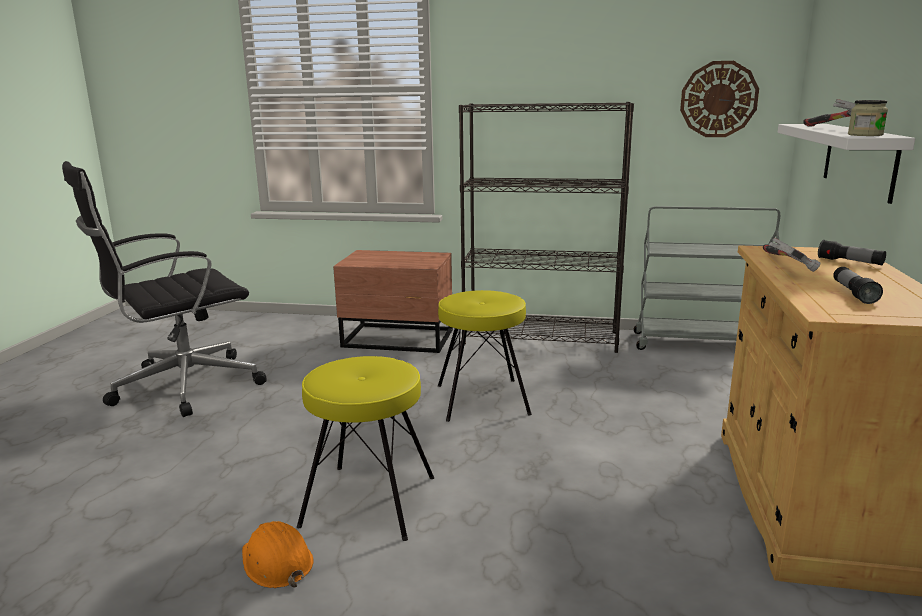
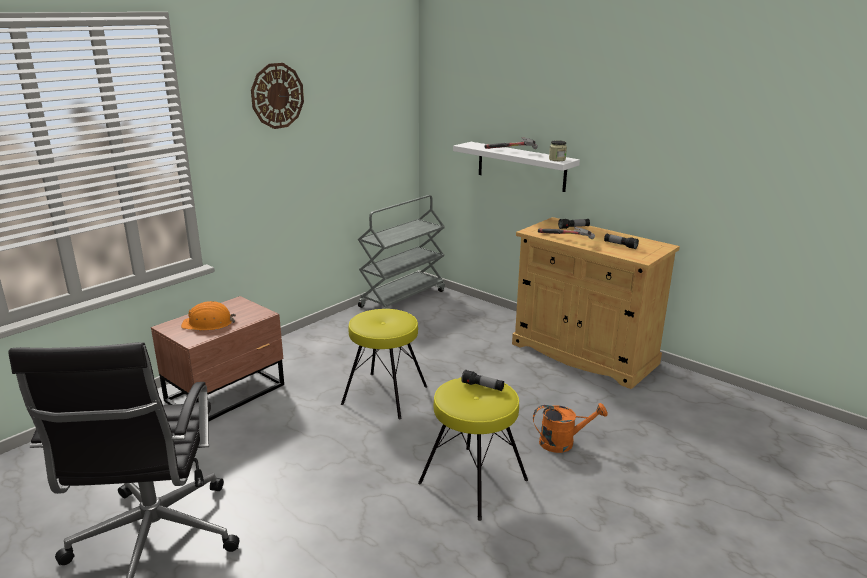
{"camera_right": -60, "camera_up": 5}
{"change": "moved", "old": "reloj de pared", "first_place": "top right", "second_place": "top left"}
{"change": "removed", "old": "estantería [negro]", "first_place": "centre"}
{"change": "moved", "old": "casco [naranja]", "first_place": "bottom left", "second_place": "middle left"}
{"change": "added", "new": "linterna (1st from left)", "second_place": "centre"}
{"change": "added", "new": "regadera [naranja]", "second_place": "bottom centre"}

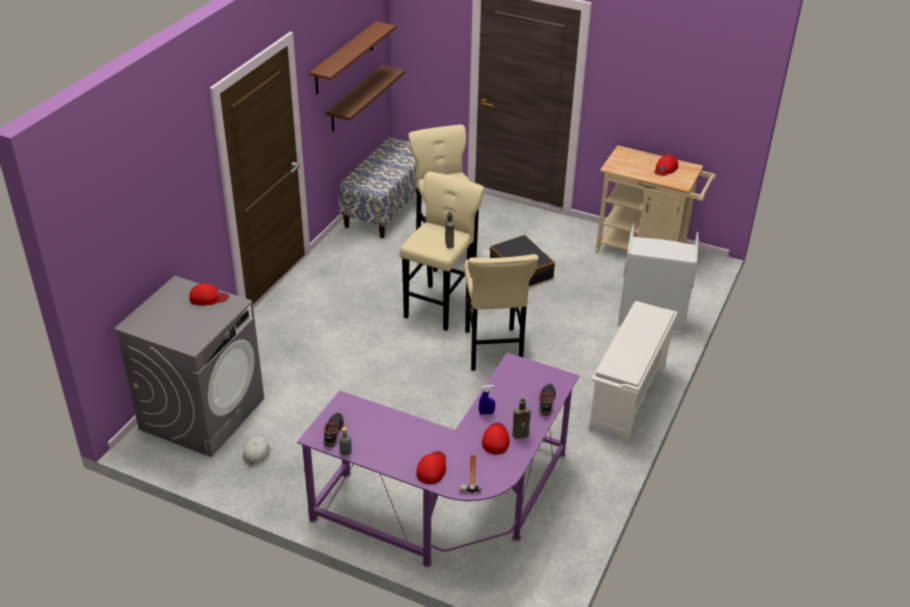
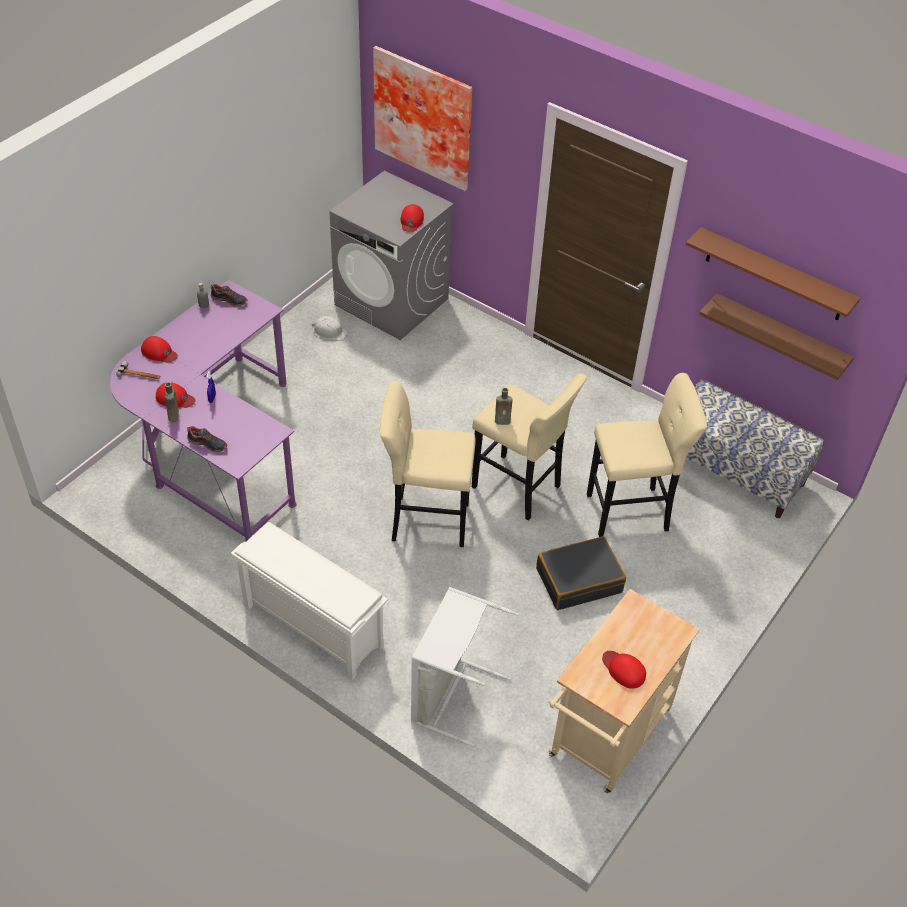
{"camera_right": 100, "camera_up": 10}
{"change": "added", "new": "cuadro", "second_place": "top centre"}

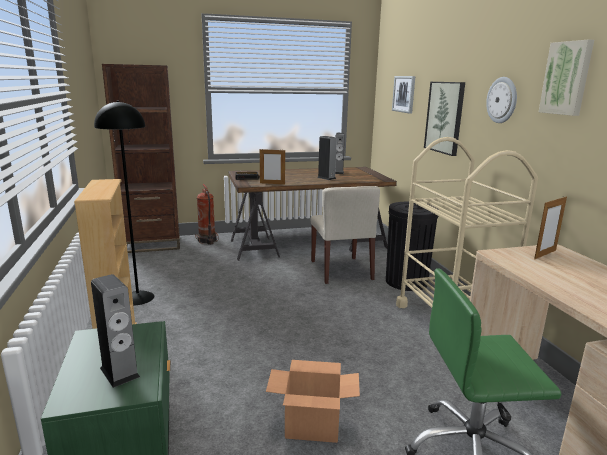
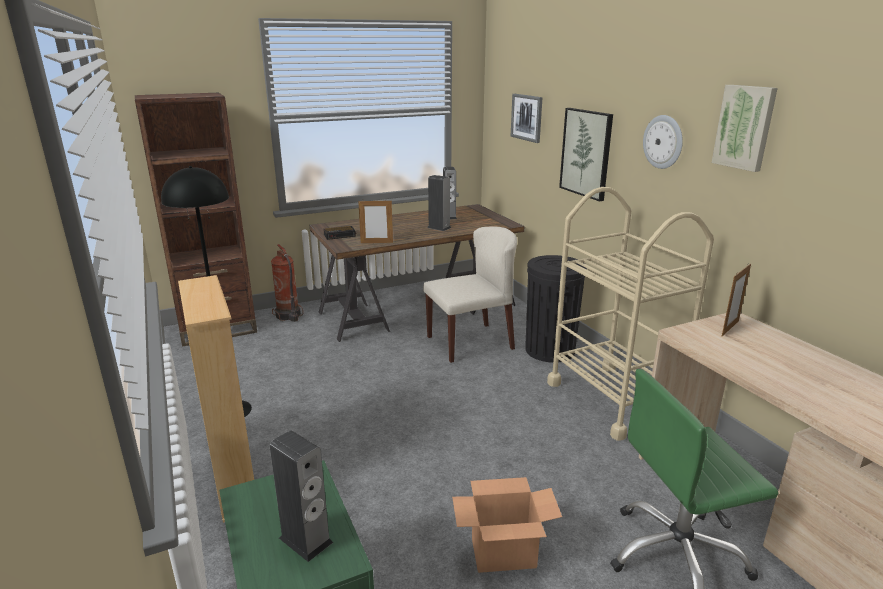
{"camera_right": -10, "camera_up": 5}
{"change": "turned", "old": "silla [beis]", "first_place": "centre", "second_place": "centre", "degrees": -90}

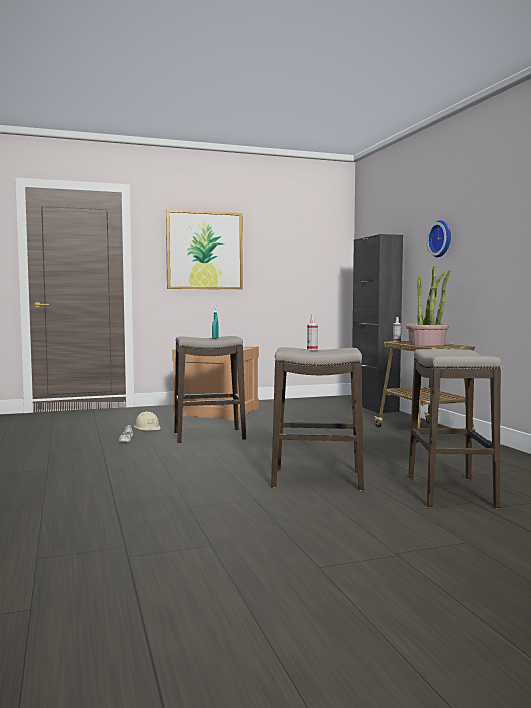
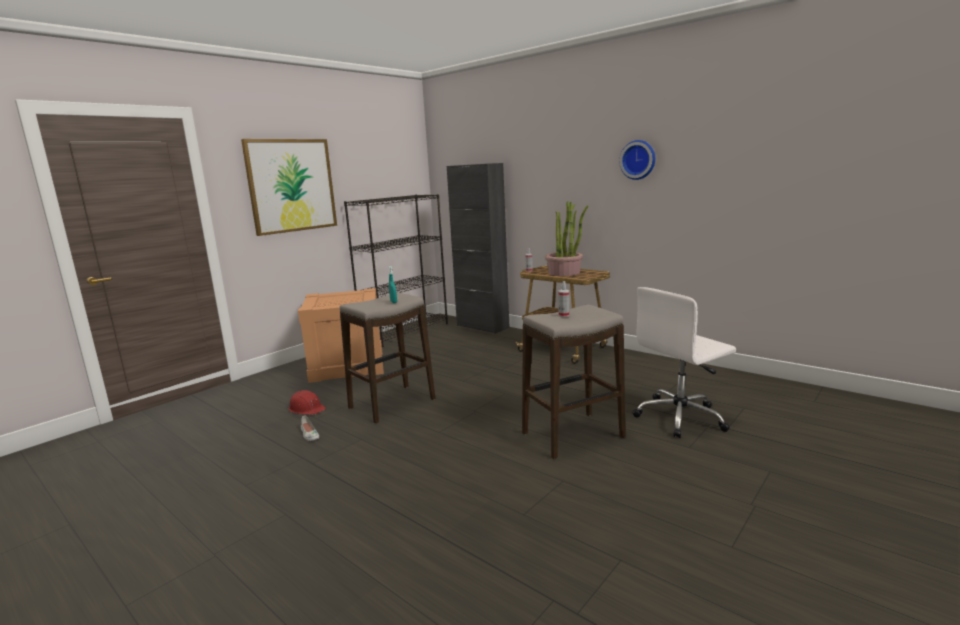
{"camera_right": -30, "camera_up": 10}
{"change": "moved", "old": "reloj de pared", "first_place": "middle right", "second_place": "top centre"}
{"change": "replaced", "old": "taburete (3rd from left)", "new": "silla de oficina [blanco]", "first_place": "middle right", "second_place": "middle right"}
{"change": "recoloured", "old": "casco [beis]", "new": "casco [rojo]", "first_place": "middle left", "second_place": "middle left"}
{"change": "added", "new": "estantería [negro]", "second_place": "centre"}

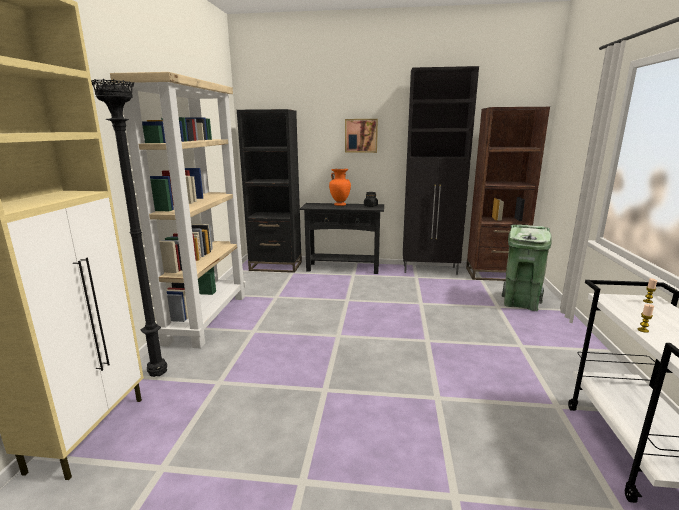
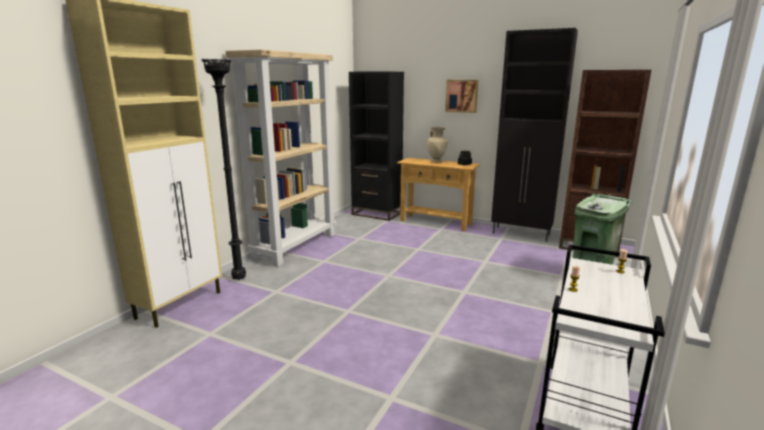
{"camera_right": 20, "camera_up": 0}
{"change": "recoloured", "old": "florero [naranja]", "new": "florero [beis]", "first_place": "centre", "second_place": "centre"}
{"change": "recoloured", "old": "mesa consola [negro]", "new": "mesa consola [beis]", "first_place": "centre", "second_place": "centre"}

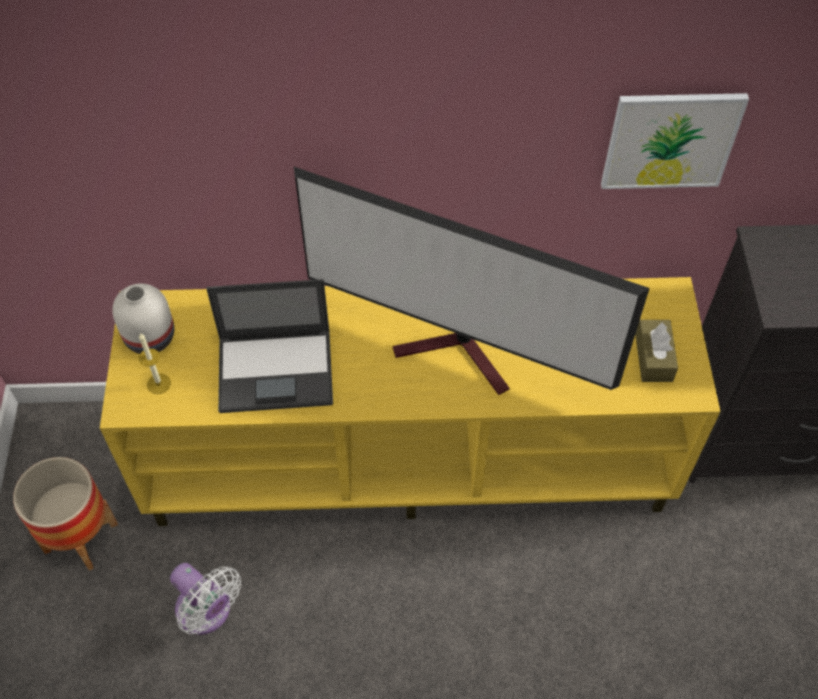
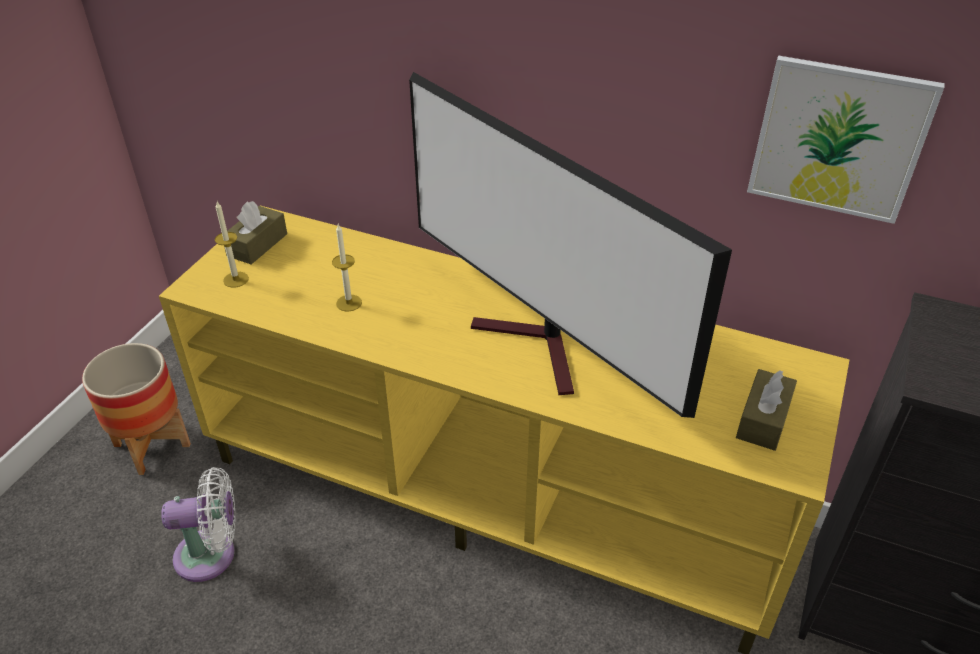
{"camera_right": 25, "camera_up": -15}
{"change": "replaced", "old": "portátil", "new": "vela (2nd from left)", "first_place": "middle left", "second_place": "centre"}
{"change": "replaced", "old": "florero [blanco]", "new": "caja de pañuelos [marrón] (1st from left)", "first_place": "middle left", "second_place": "middle left"}
{"change": "turned", "old": "ventilador [blanco]", "first_place": "bottom left", "second_place": "bottom left", "degrees": -75}

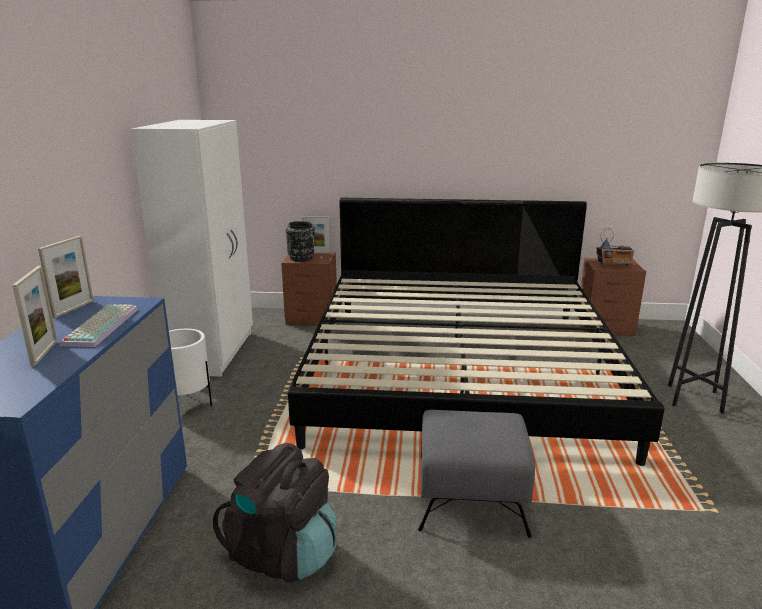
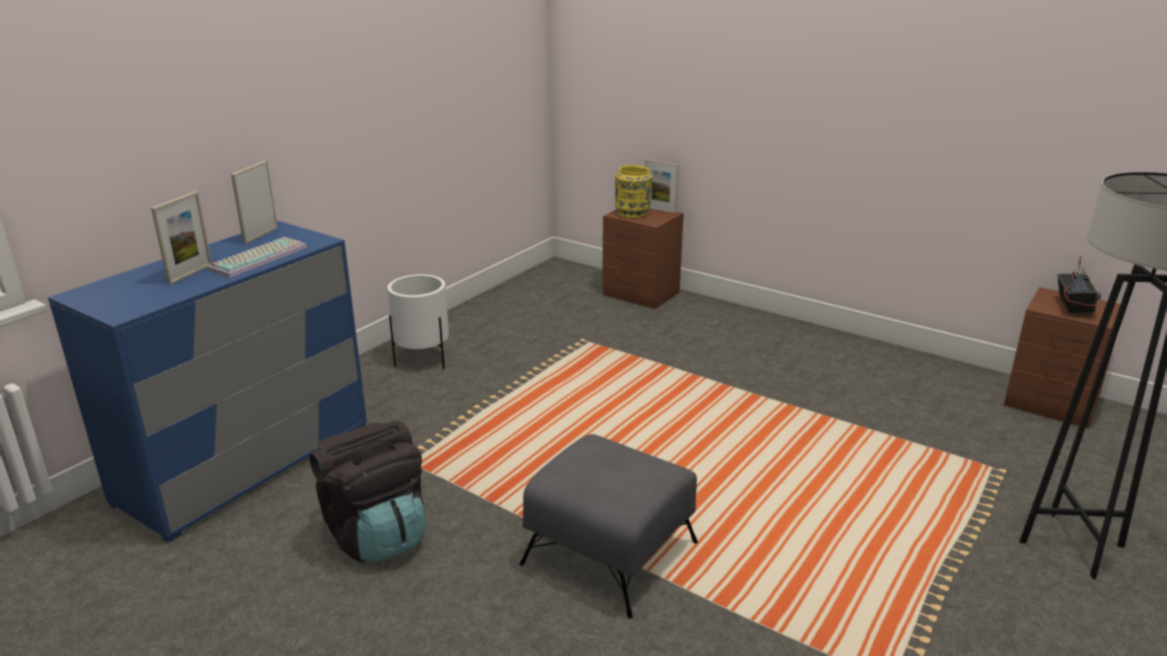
{"camera_right": 30, "camera_up": 5}
{"change": "removed", "old": "armario ropero [blanco]", "first_place": "middle left"}
{"change": "removed", "old": "cama", "first_place": "centre"}
{"change": "recoloured", "old": "florero [negro]", "new": "florero [amarillo]", "first_place": "centre", "second_place": "top centre"}
{"change": "turned", "old": "radio", "first_place": "middle right", "second_place": "middle right", "degrees": -105}
{"change": "turned", "old": "portarretratos (2nd from left)", "first_place": "middle left", "second_place": "top left", "degrees": 150}

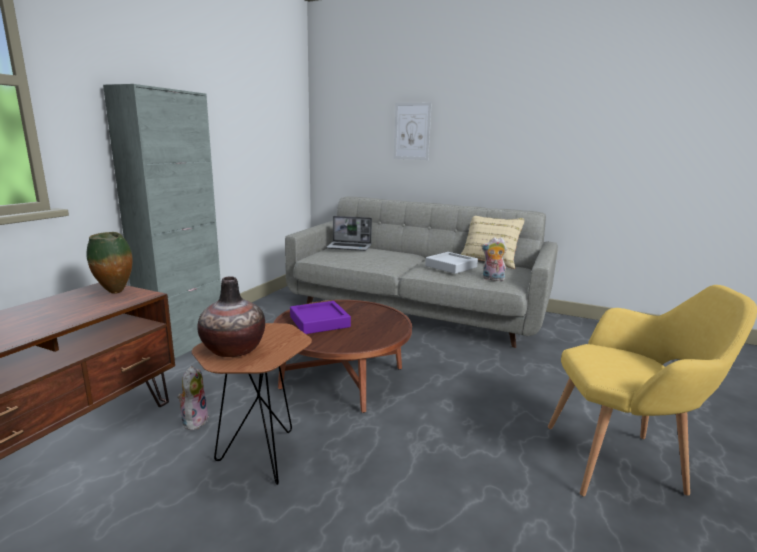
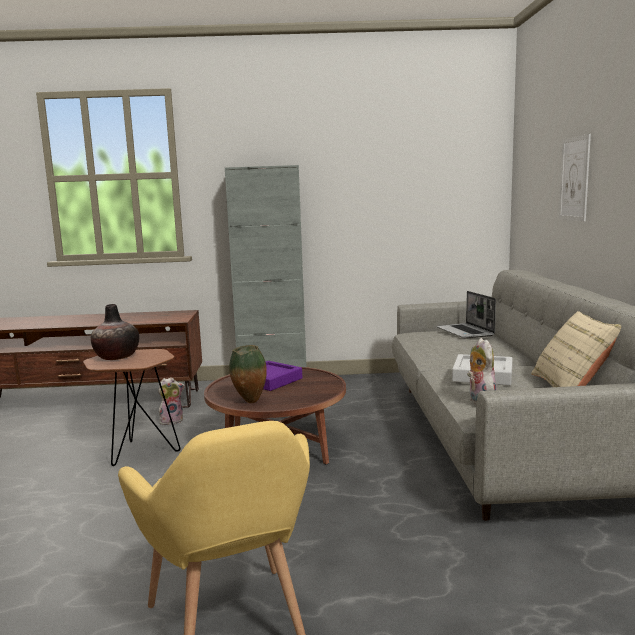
{"camera_right": 65, "camera_up": -5}
{"change": "moved", "old": "florero (1st from left in the first image)", "new": "florero (2nd from left)", "first_place": "middle left", "second_place": "centre"}

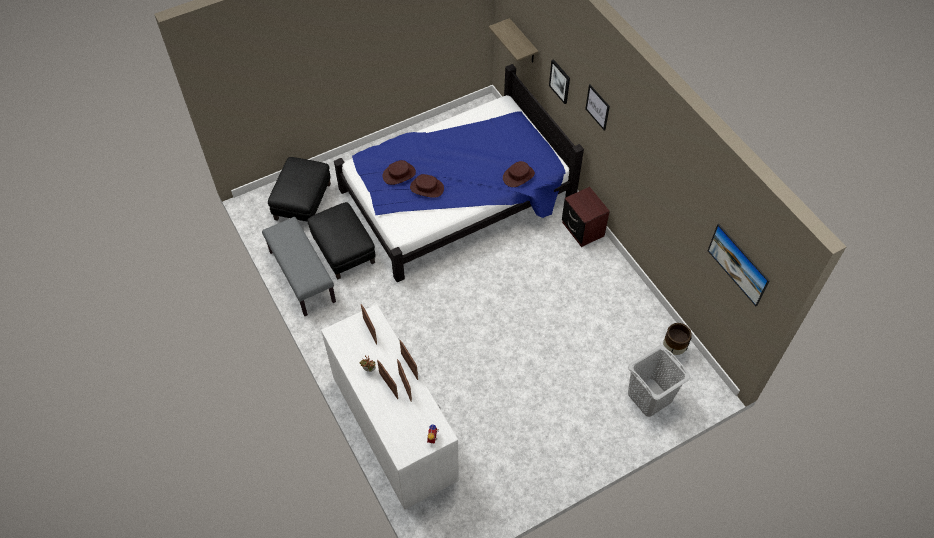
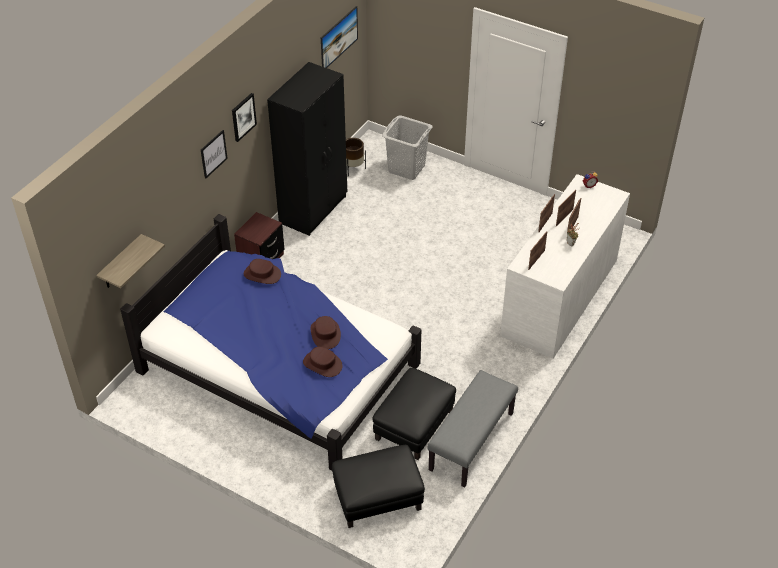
{"camera_right": -120, "camera_up": -10}
{"change": "moved", "old": "cuadro (1st from left in the first image)", "new": "cuadro (2nd from left)", "first_place": "top centre", "second_place": "top left"}
{"change": "added", "new": "armario ropero [negro]", "second_place": "top centre"}

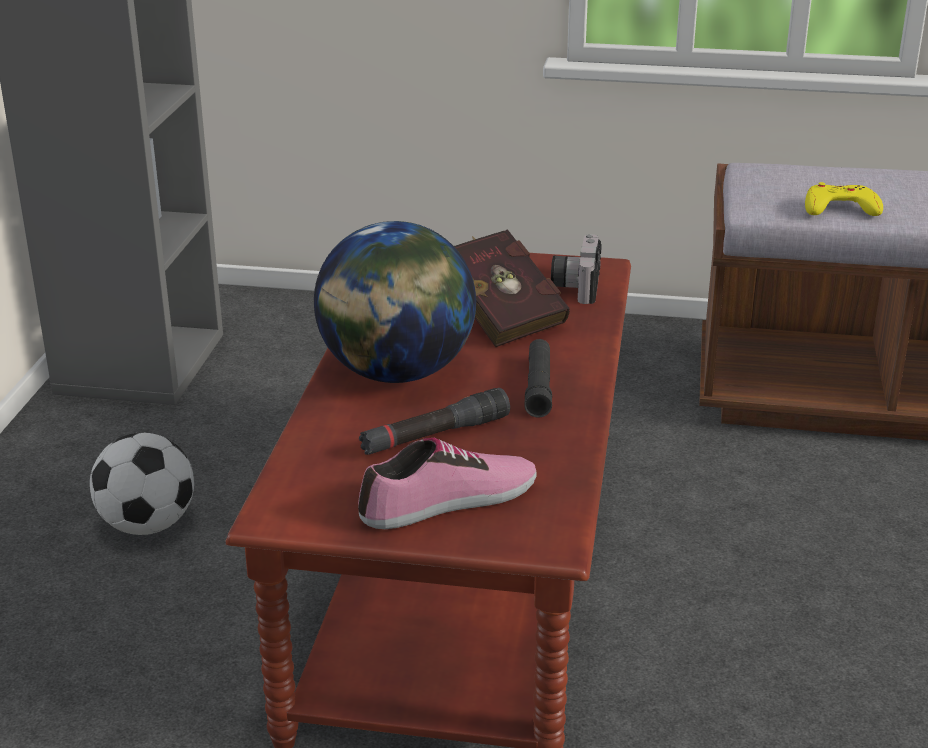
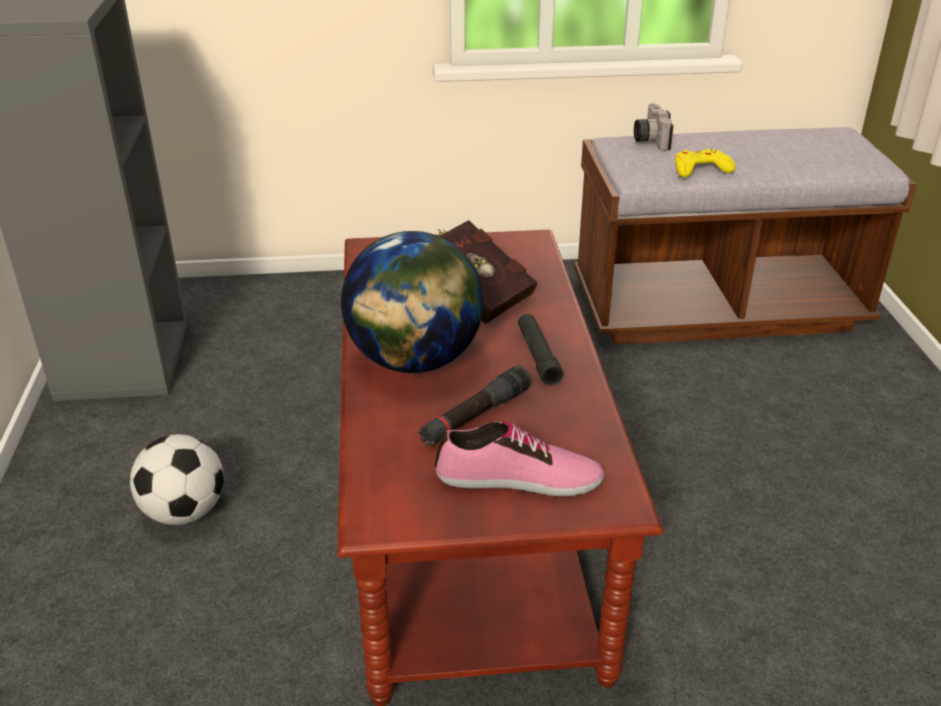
{"camera_right": -15, "camera_up": 5}
{"change": "moved", "old": "cámara", "first_place": "centre", "second_place": "top right"}
{"change": "turned", "old": "zapato", "first_place": "centre", "second_place": "centre", "degrees": 45}

